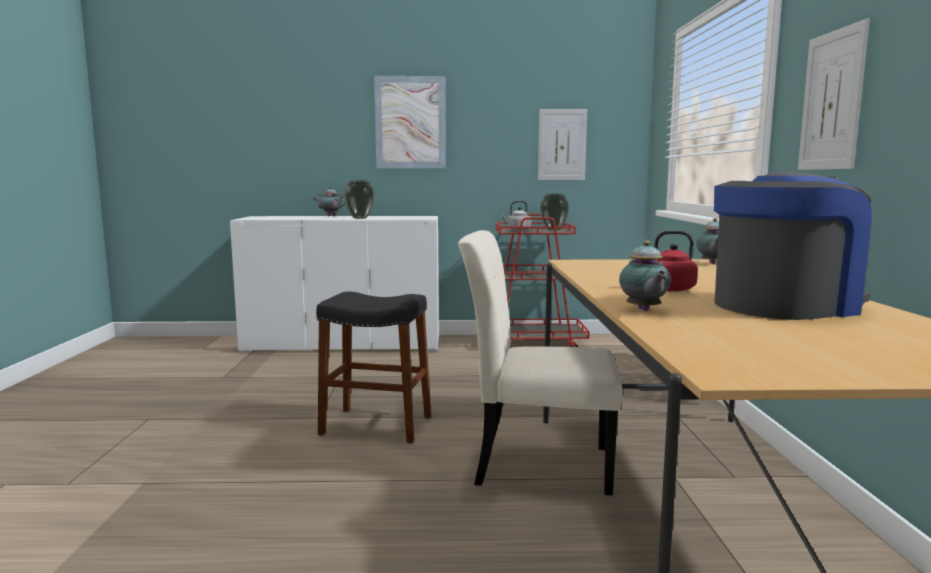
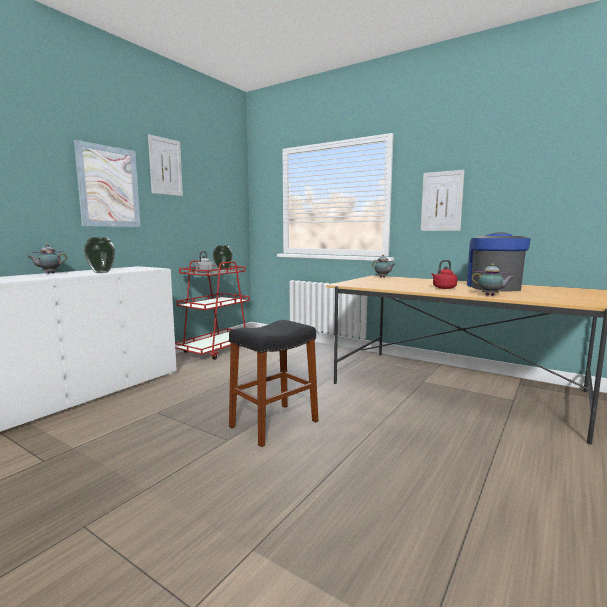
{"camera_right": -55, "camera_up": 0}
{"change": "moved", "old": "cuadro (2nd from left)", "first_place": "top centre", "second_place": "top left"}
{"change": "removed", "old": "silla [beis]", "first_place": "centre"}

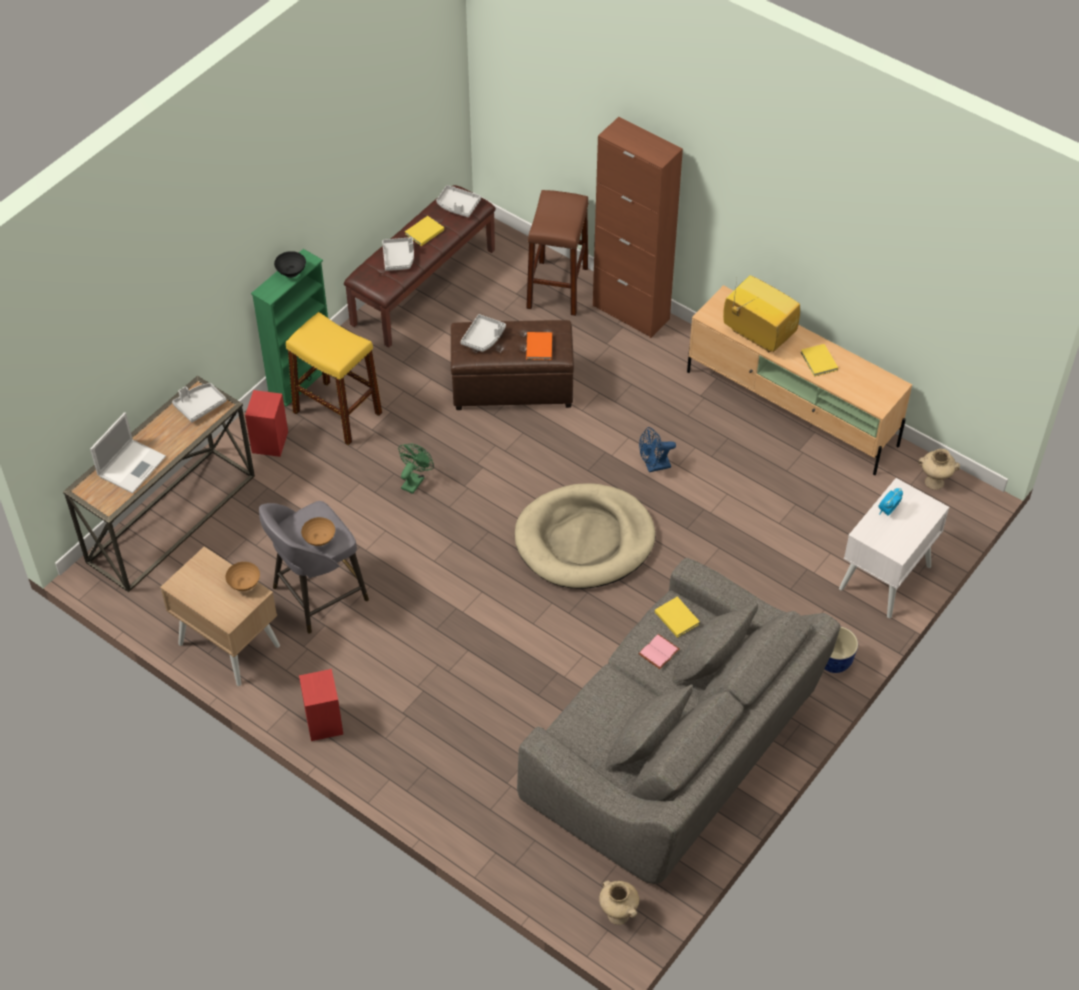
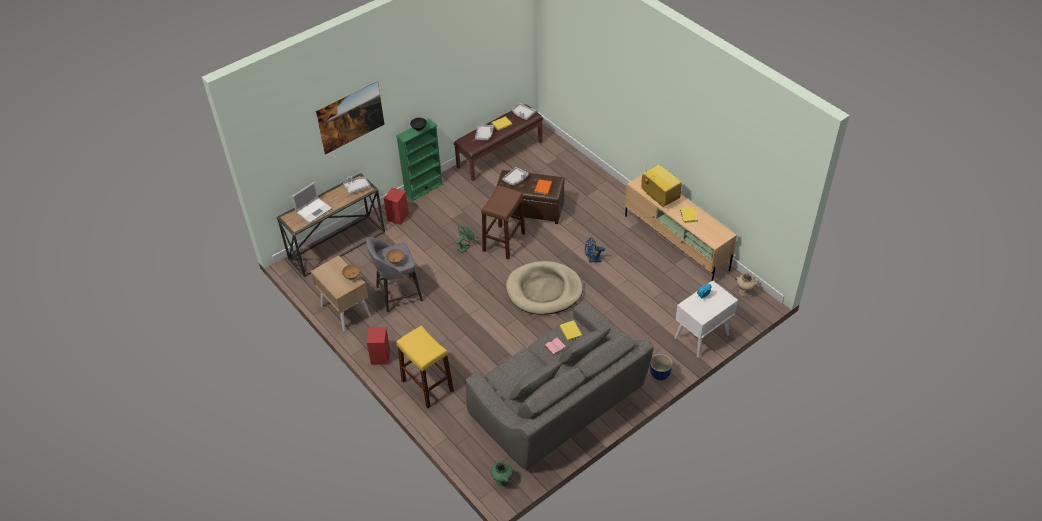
{"camera_right": 15, "camera_up": -5}
{"change": "removed", "old": "armario [marrón]", "first_place": "top centre"}
{"change": "moved", "old": "taburete [marrón]", "first_place": "top centre", "second_place": "centre"}
{"change": "moved", "old": "taburete [amarillo]", "first_place": "middle left", "second_place": "bottom centre"}
{"change": "recoloured", "old": "florero [beis] (1st from left)", "new": "florero [verde]", "first_place": "bottom centre", "second_place": "bottom centre"}
{"change": "added", "new": "cuadro", "second_place": "top centre"}

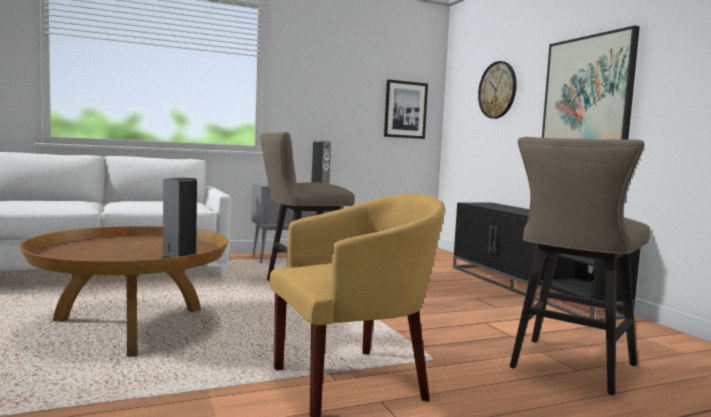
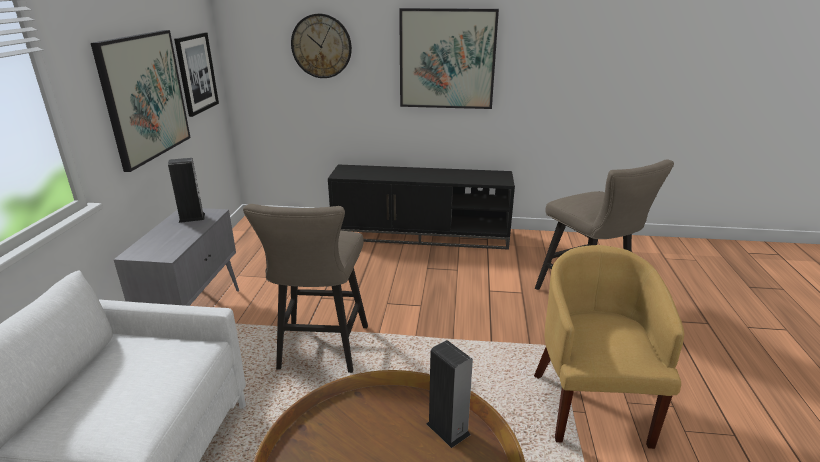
{"camera_right": -60, "camera_up": 20}
{"change": "added", "new": "cuadro (1st from left)", "second_place": "top left"}

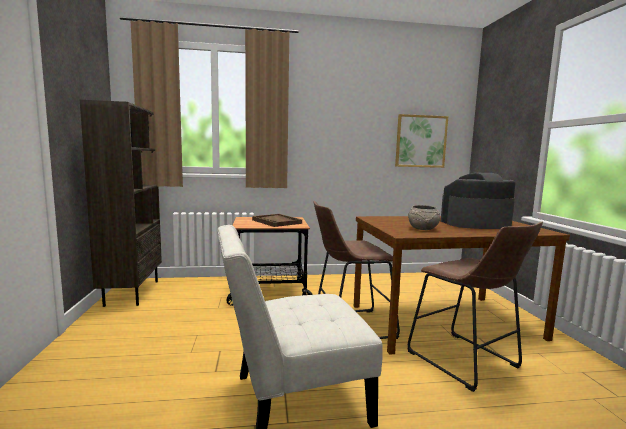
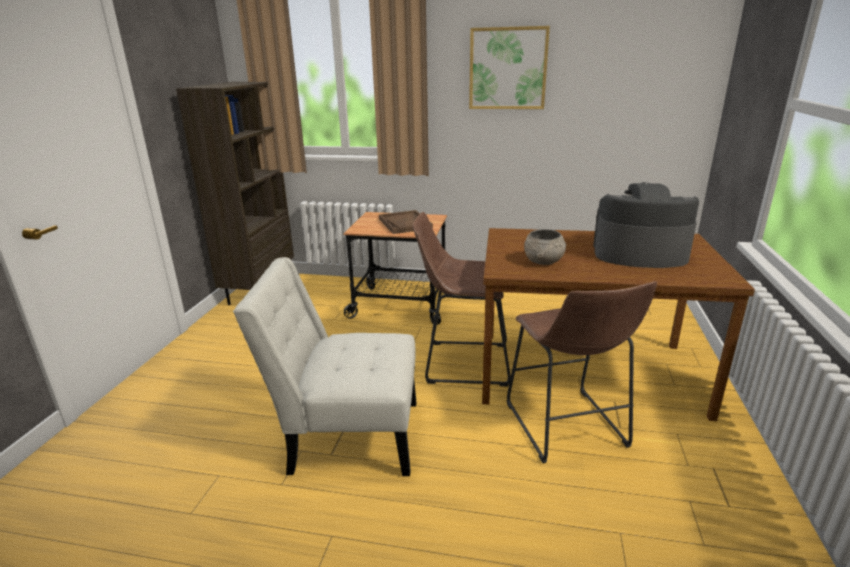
{"camera_right": 20, "camera_up": 15}
{"change": "moved", "old": "cuadro", "first_place": "top right", "second_place": "top centre"}

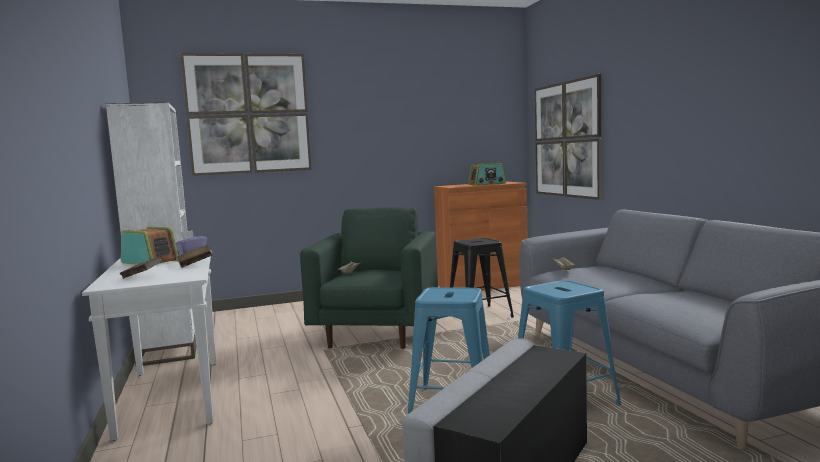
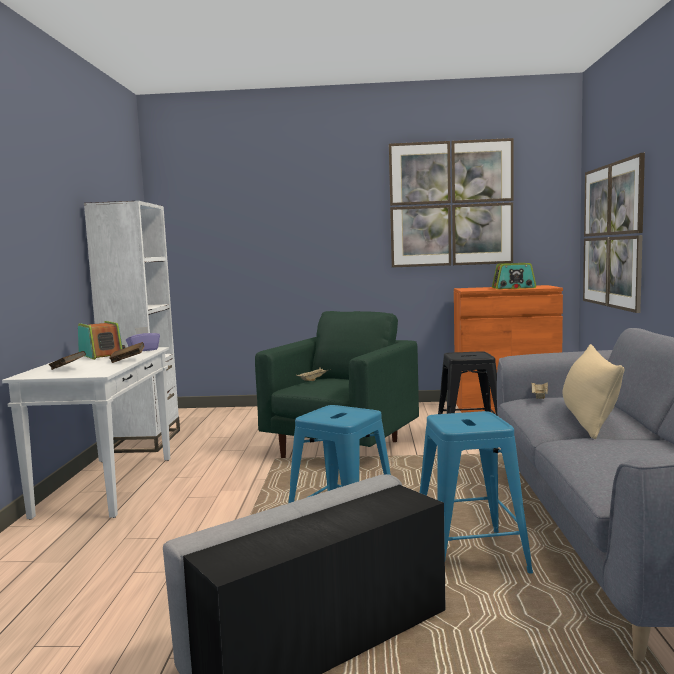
{"camera_right": 20, "camera_up": 0}
{"change": "moved", "old": "cuadro (1st from left)", "first_place": "top left", "second_place": "top right"}
{"change": "added", "new": "cojín [beis]", "second_place": "middle right"}

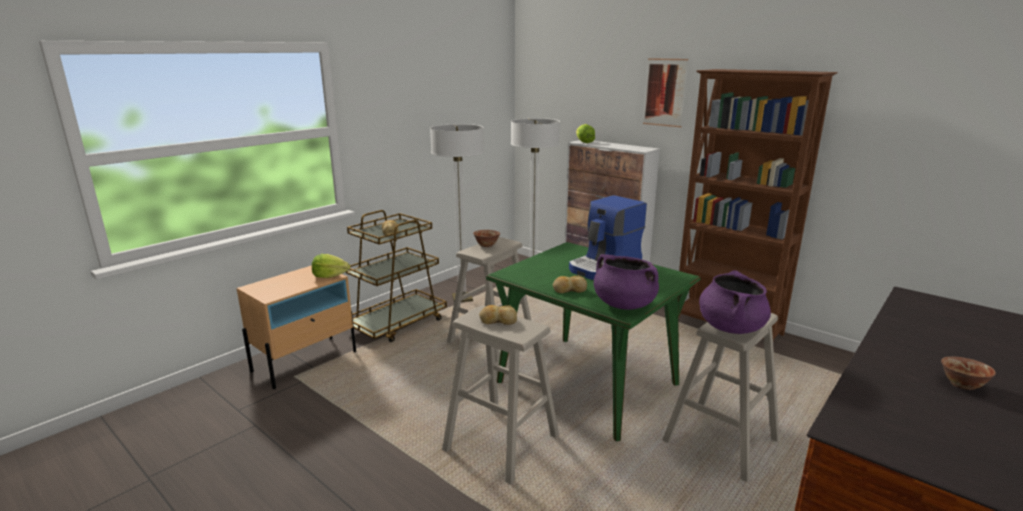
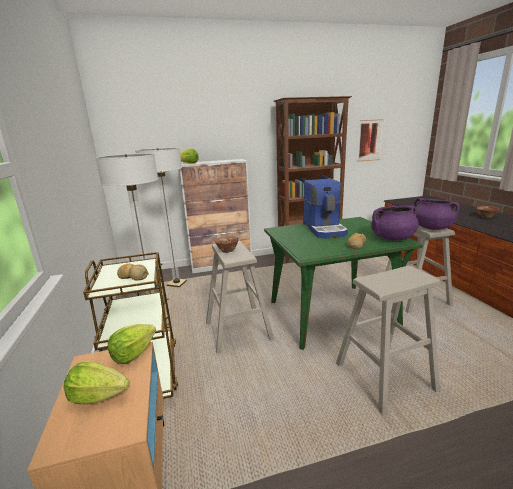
{"camera_right": -55, "camera_up": 0}
{"change": "moved", "old": "cuadro", "first_place": "top centre", "second_place": "top right"}
{"change": "removed", "old": "pan (2nd from left)", "first_place": "centre"}
{"change": "added", "new": "lechuga (1st from left)", "second_place": "bottom left"}

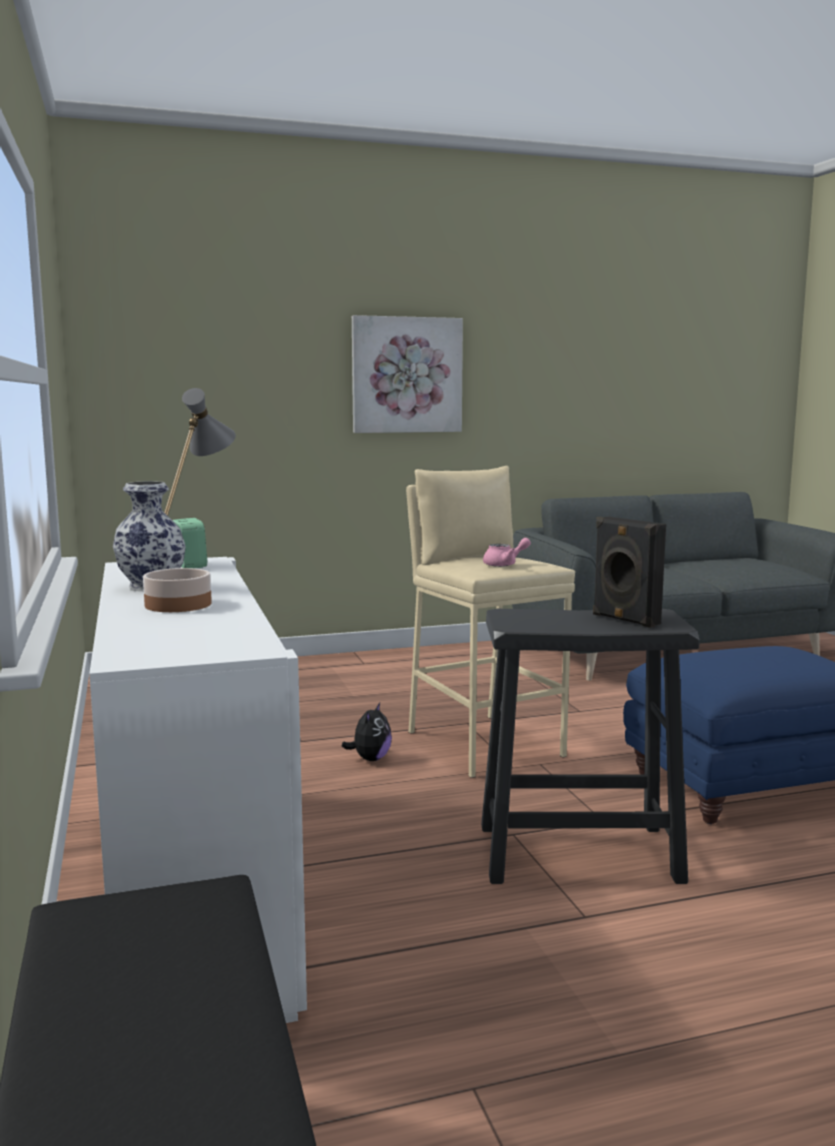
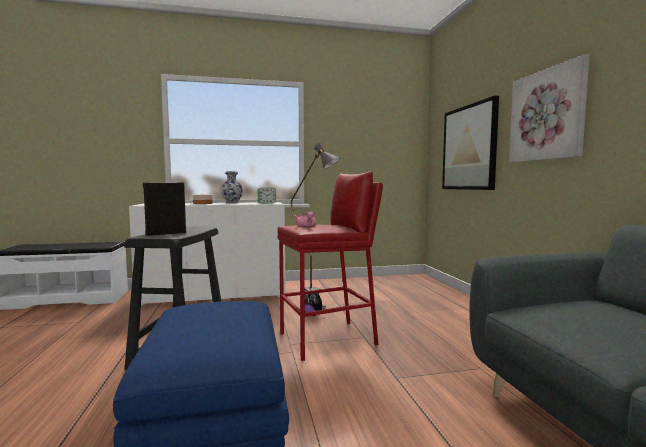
{"camera_right": 95, "camera_up": -5}
{"change": "recoloured", "old": "taburete [beis]", "new": "taburete [rojo]", "first_place": "centre", "second_place": "centre"}
{"change": "added", "new": "cuadro (1st from left)", "second_place": "top right"}

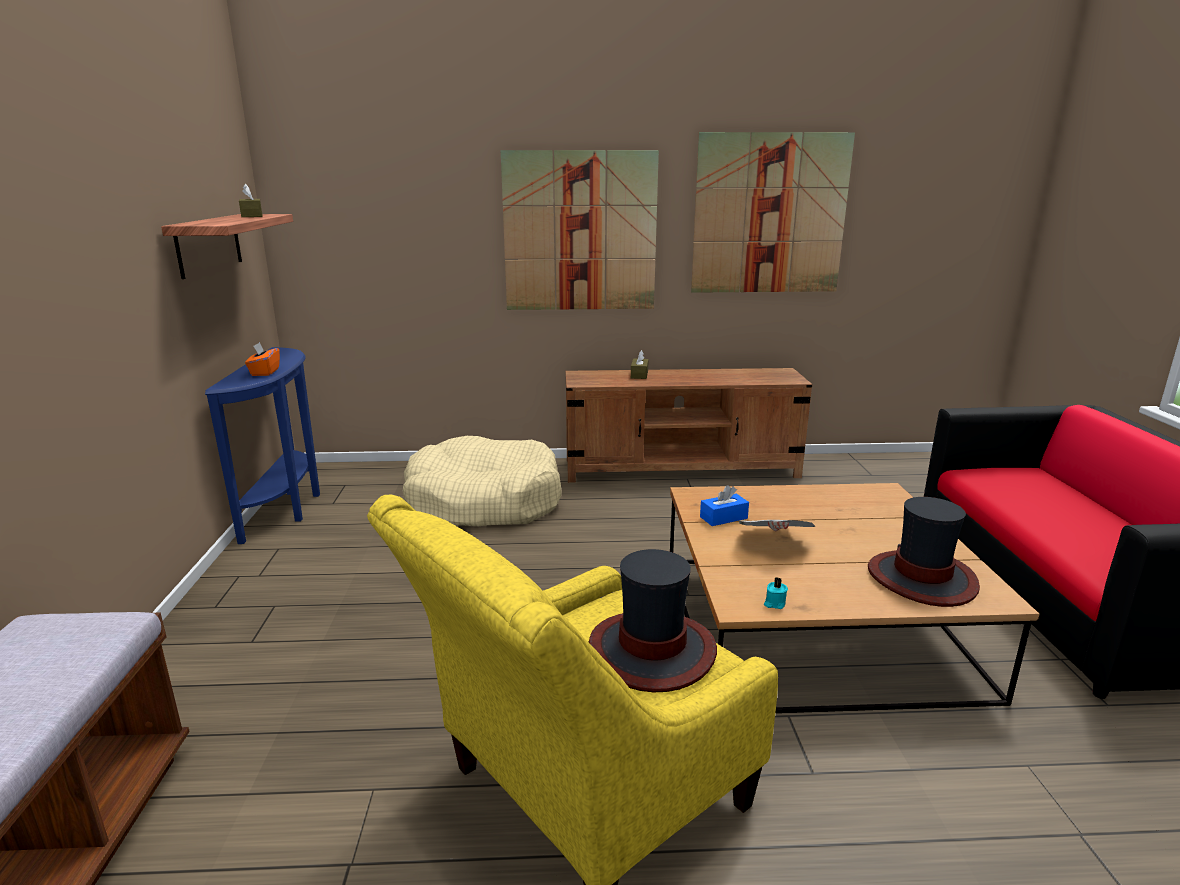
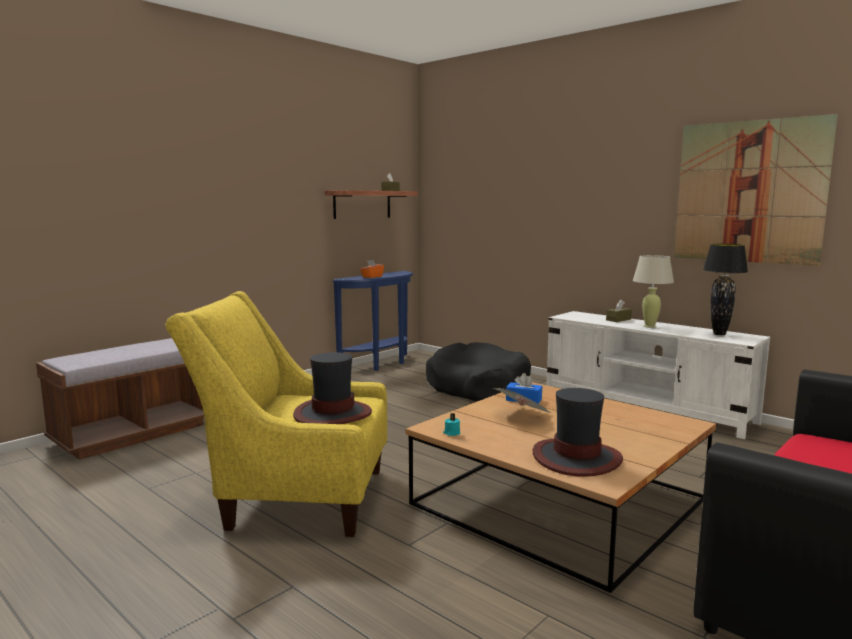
{"camera_right": 45, "camera_up": -10}
{"change": "removed", "old": "cuadro (1st from left)", "first_place": "top centre"}
{"change": "recoloured", "old": "mueble de televisión [marrón]", "new": "mueble de televisión [blanco]", "first_place": "centre", "second_place": "middle right"}
{"change": "recoloured", "old": "cama para perro [beis]", "new": "cama para perro [negro]", "first_place": "centre", "second_place": "centre"}
{"change": "added", "new": "lámpara de mesa [negro]", "second_place": "middle right"}
{"change": "added", "new": "lámpara de mesa [beis]", "second_place": "middle right"}

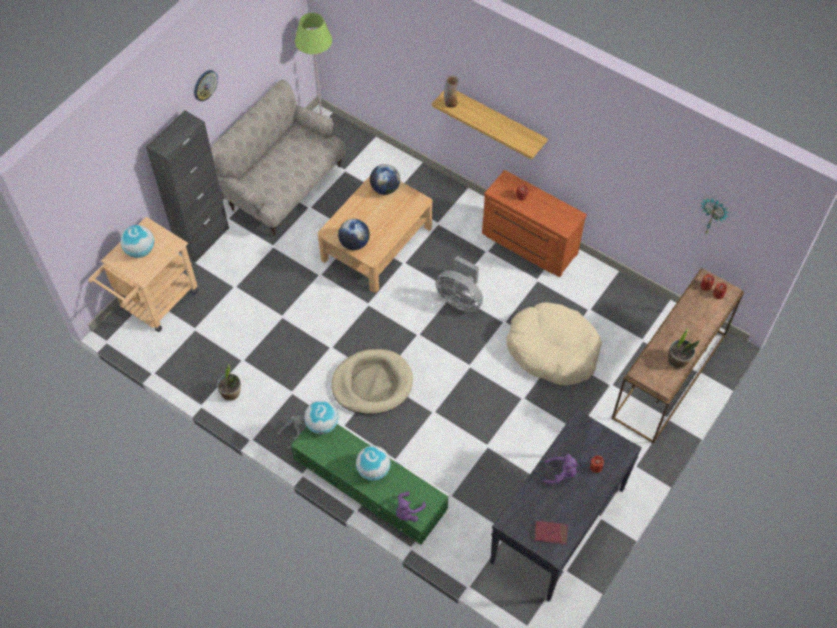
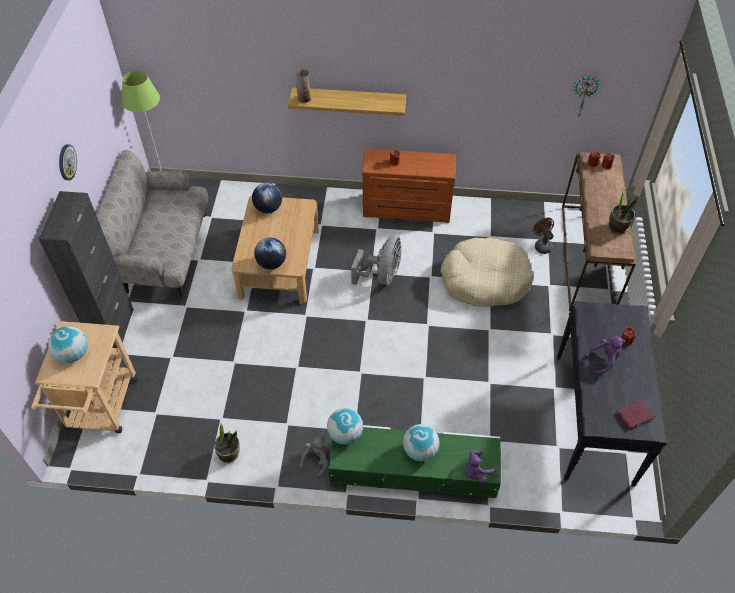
{"camera_right": -30, "camera_up": -5}
{"change": "turned", "old": "ventilador [gris]", "first_place": "centre", "second_place": "centre", "degrees": -75}
{"change": "removed", "old": "cama para perro [beis] (1st from left)", "first_place": "centre"}
{"change": "turned", "old": "peluche [morado] (1st from left)", "first_place": "bottom centre", "second_place": "bottom centre", "degrees": 45}
{"change": "added", "new": "ventilador [marrón]", "second_place": "middle right"}

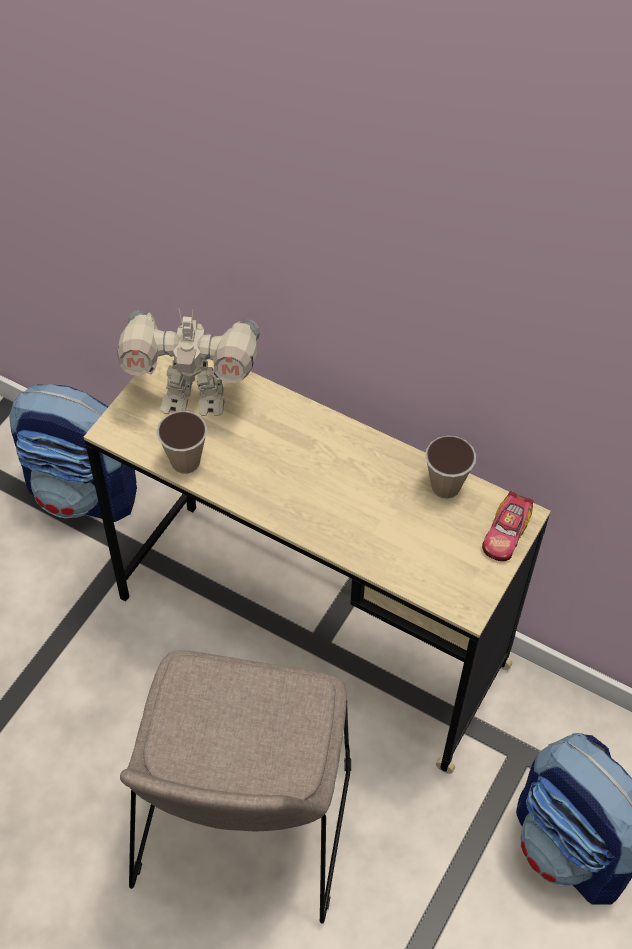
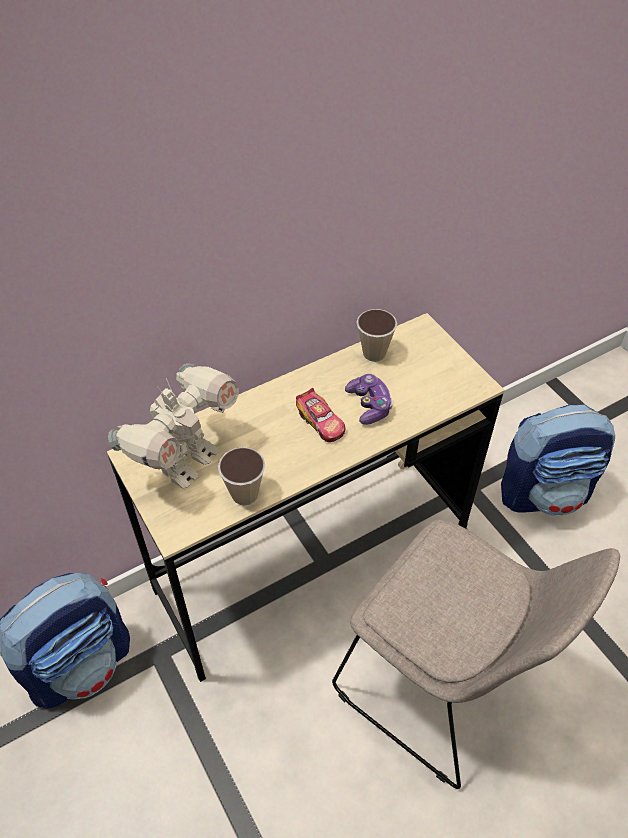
{"camera_right": -60, "camera_up": -5}
{"change": "moved", "old": "coche de juguete", "first_place": "middle right", "second_place": "centre"}
{"change": "added", "new": "mando de consola", "second_place": "centre"}

